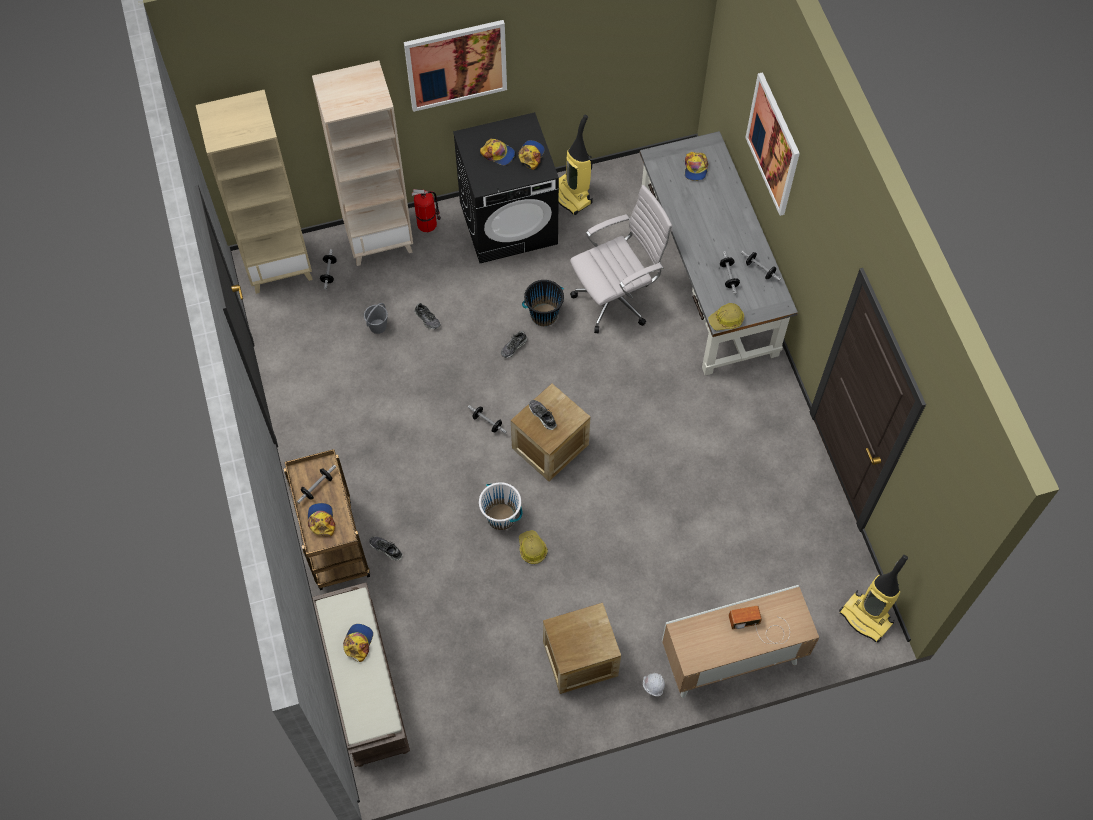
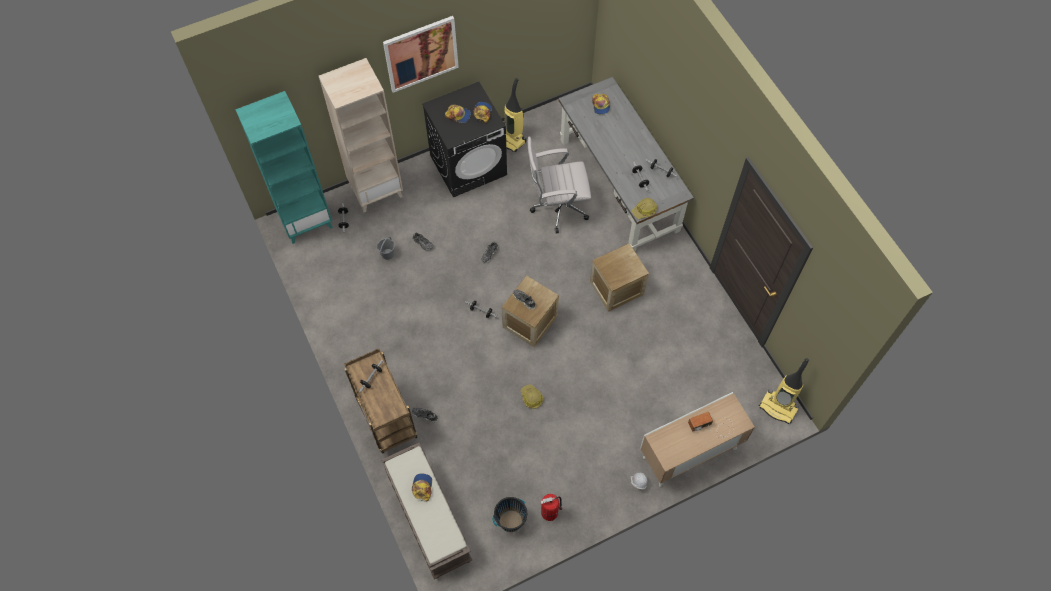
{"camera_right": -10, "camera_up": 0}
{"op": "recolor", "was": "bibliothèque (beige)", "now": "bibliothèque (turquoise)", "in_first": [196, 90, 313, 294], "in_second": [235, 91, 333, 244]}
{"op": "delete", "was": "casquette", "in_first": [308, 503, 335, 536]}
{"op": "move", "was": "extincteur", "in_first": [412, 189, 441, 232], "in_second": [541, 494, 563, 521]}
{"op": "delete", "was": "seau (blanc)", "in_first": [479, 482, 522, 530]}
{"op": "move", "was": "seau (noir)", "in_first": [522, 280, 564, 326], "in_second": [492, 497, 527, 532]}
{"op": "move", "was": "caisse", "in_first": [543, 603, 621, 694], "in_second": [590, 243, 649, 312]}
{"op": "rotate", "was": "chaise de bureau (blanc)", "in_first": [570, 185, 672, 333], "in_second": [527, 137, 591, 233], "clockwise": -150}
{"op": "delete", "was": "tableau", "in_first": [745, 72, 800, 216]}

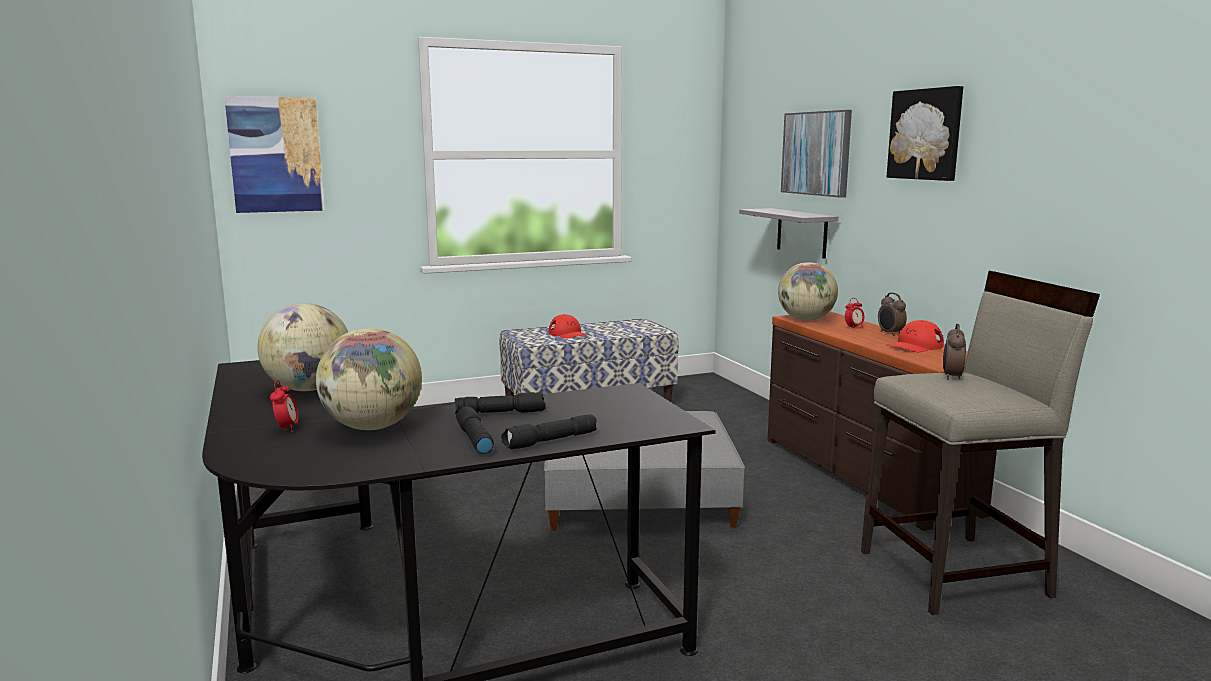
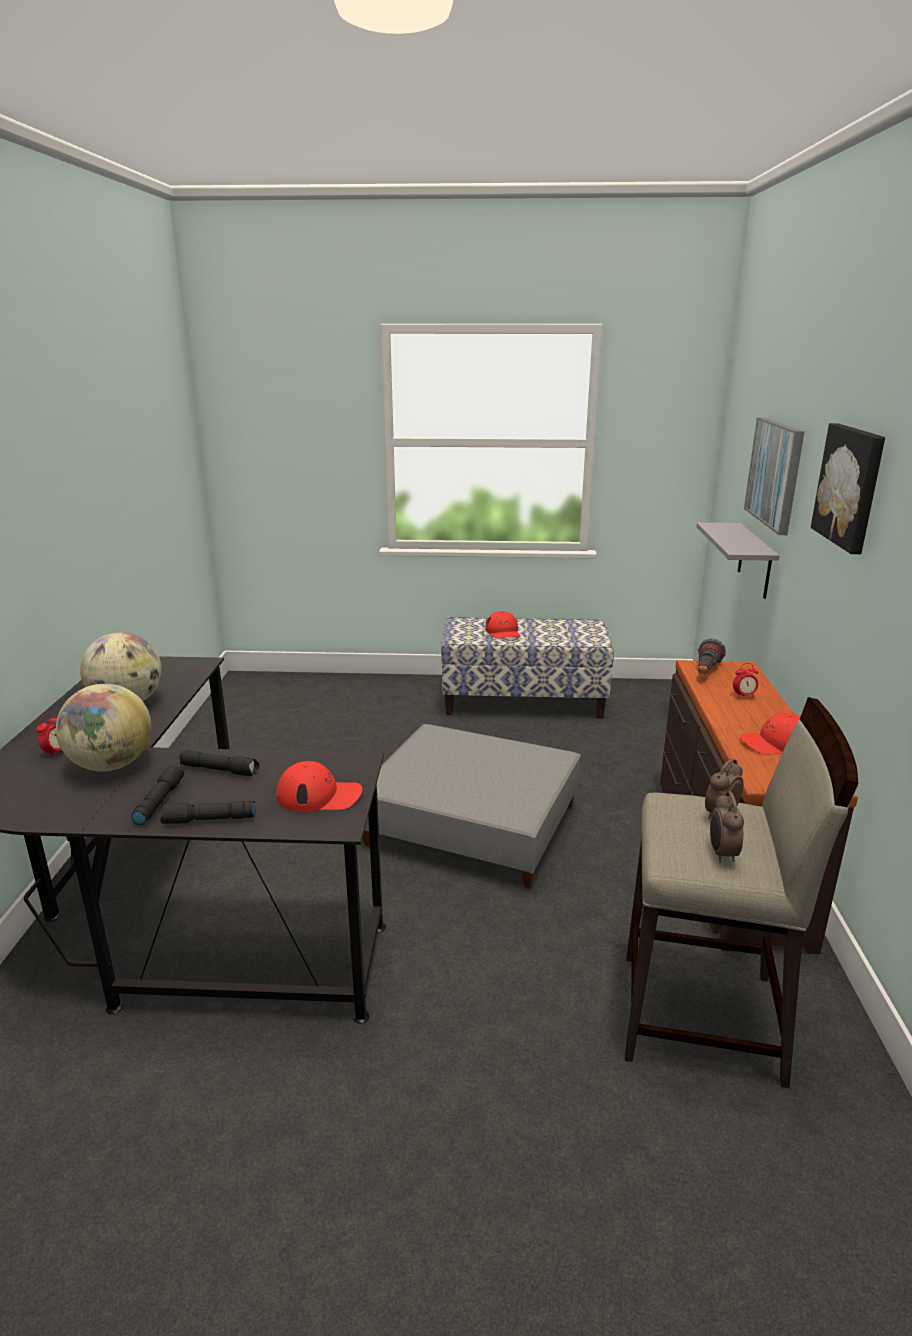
{"camera_right": 25, "camera_up": 10}
{"op": "delete", "was": "tableau", "in_first": [224, 96, 324, 213]}
{"op": "replace", "was": "globe", "now": "lampe de poche", "in_first": [778, 262, 838, 321], "in_second": [698, 639, 726, 674]}
{"op": "move", "was": "réveil", "in_first": [878, 292, 907, 336], "in_second": [710, 792, 744, 863]}
{"op": "insert", "now": "casquette (rouge)", "in_second": [276, 761, 362, 812]}

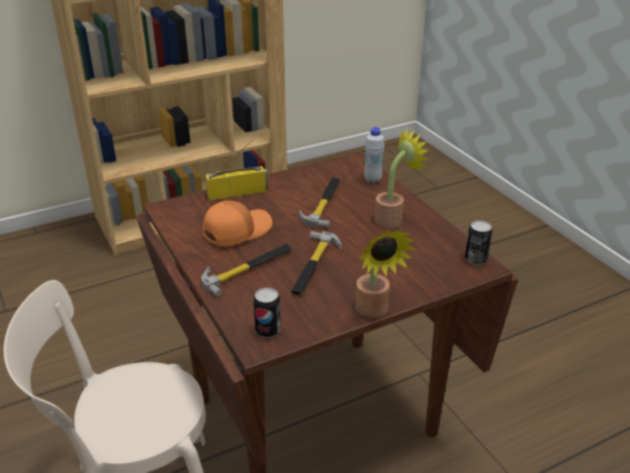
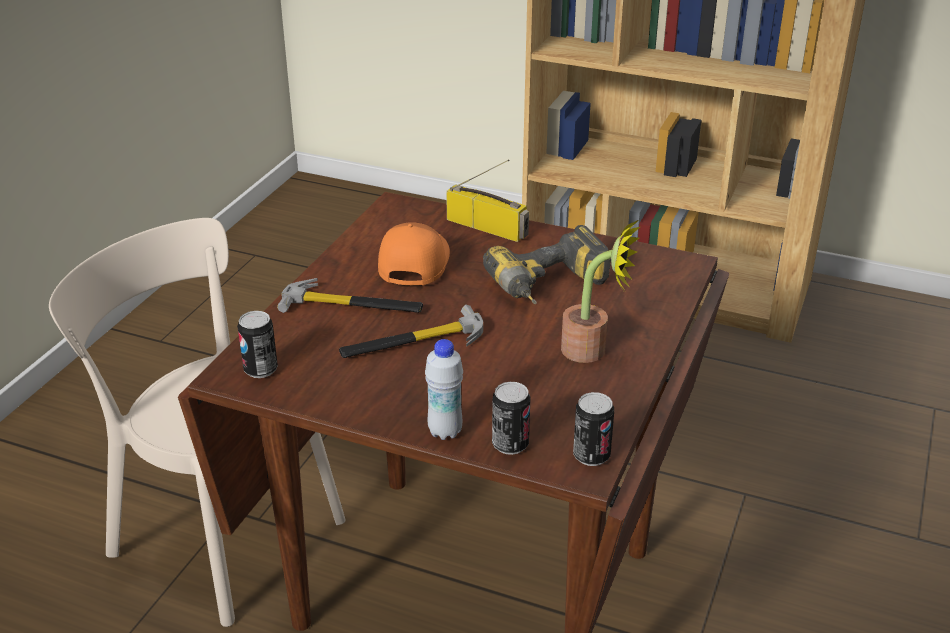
{"camera_right": 50, "camera_up": 0}
{"op": "rotate", "was": "casquette (orange)", "in_first": [202, 201, 272, 247], "in_second": [378, 222, 450, 286], "clockwise": -90}
{"op": "replace", "was": "marteau", "now": "perceuse", "in_first": [299, 177, 340, 228], "in_second": [483, 225, 611, 304]}
{"op": "delete", "was": "plante en pot", "in_first": [355, 230, 417, 318]}
{"op": "move", "was": "bouteille (blanc)", "in_first": [364, 127, 385, 183], "in_second": [425, 339, 463, 440]}
{"op": "insert", "now": "boîte métallique", "in_second": [492, 382, 531, 455]}

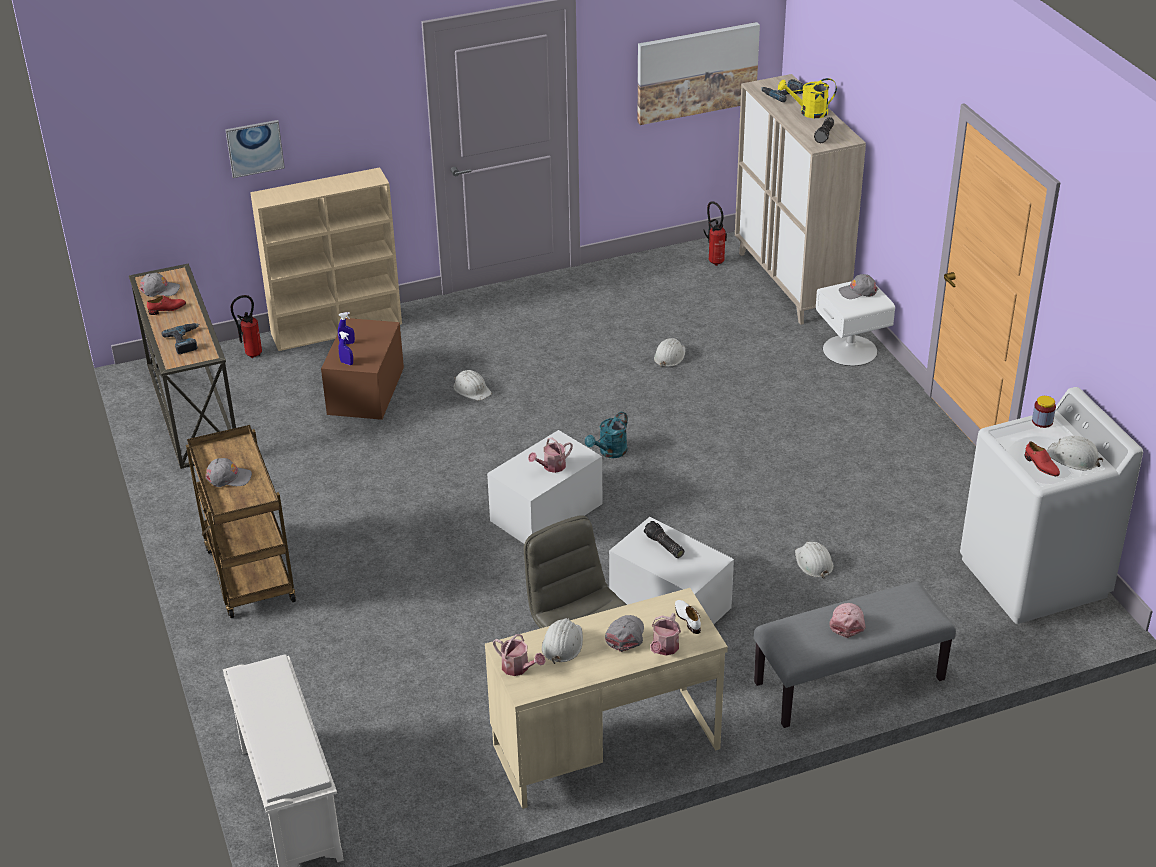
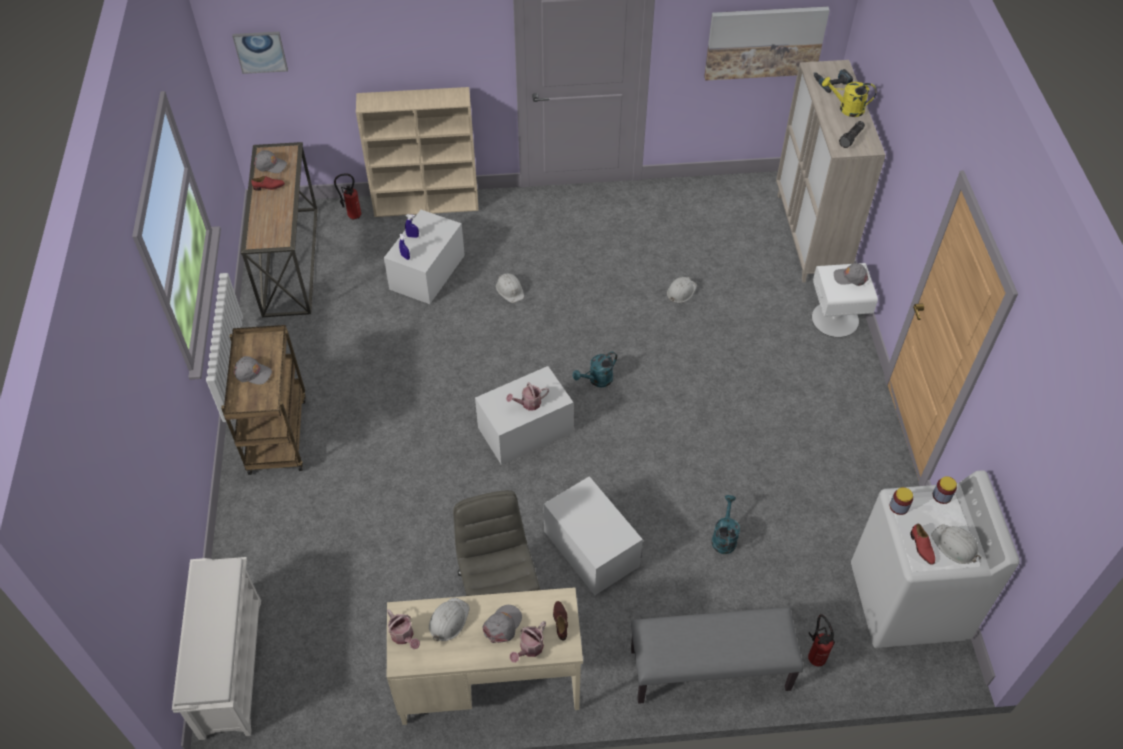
{"camera_right": 15, "camera_up": 15}
{"op": "delete", "was": "perceuse", "in_first": [162, 323, 200, 354]}
{"op": "move", "was": "tableau", "in_first": [225, 120, 285, 178], "in_second": [232, 32, 288, 74]}
{"op": "recolor", "was": "boîte de rangement (marron)", "now": "boîte de rangement (blanc)", "in_first": [321, 318, 404, 420], "in_second": [384, 210, 465, 304]}
{"op": "delete", "was": "lampe de poche", "in_first": [644, 521, 684, 558]}
{"op": "recolor", "was": "chaussure (blanc)", "now": "chaussure (marron)", "in_first": [675, 600, 701, 634], "in_second": [553, 601, 568, 641]}
{"op": "move", "was": "extincteur", "in_first": [704, 201, 727, 266], "in_second": [808, 614, 835, 666]}
{"op": "replace", "was": "casque de chantier (blanc)", "now": "arrosoir (turquoise)", "in_first": [795, 541, 834, 578], "in_second": [712, 495, 740, 554]}
{"op": "delete", "was": "casquette (rose)", "in_first": [829, 603, 866, 638]}
{"op": "insert", "now": "bocal", "in_second": [890, 487, 913, 515]}

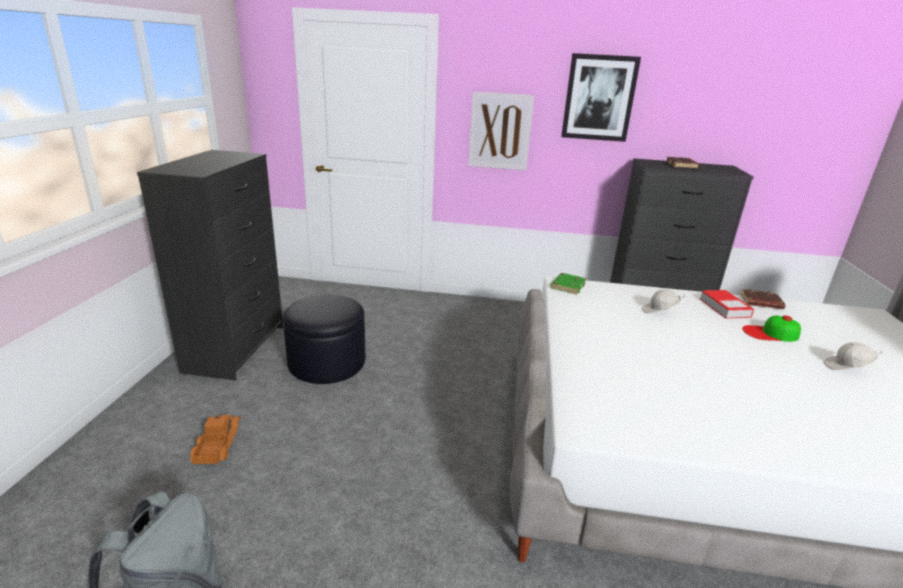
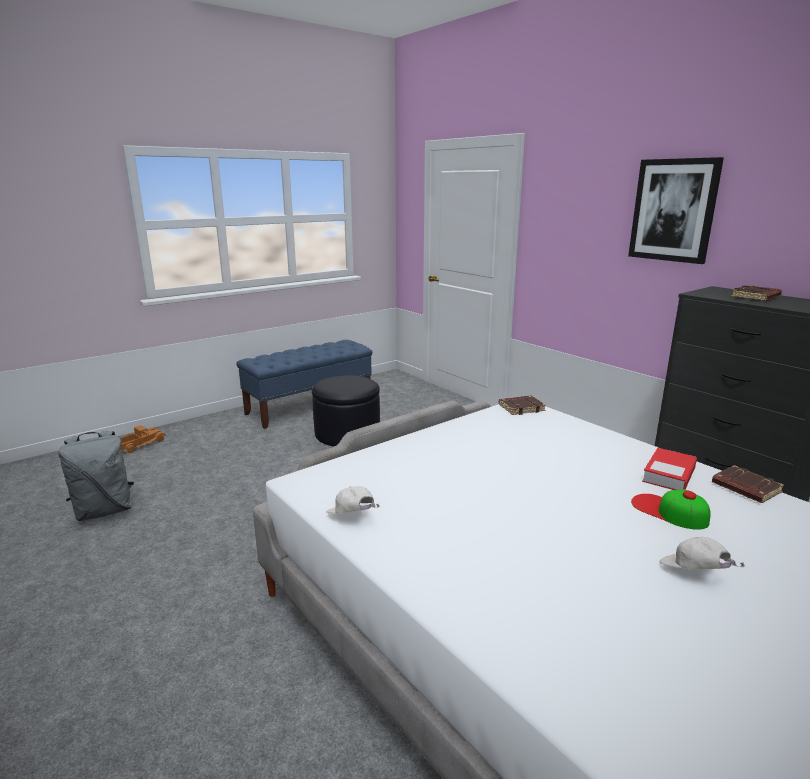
{"camera_right": 45, "camera_up": -5}
{"op": "replace", "was": "commode (noir)", "now": "banc (bleu)", "in_first": [137, 150, 283, 380], "in_second": [236, 340, 372, 429]}
{"op": "move", "was": "camion jouet", "in_first": [190, 415, 241, 464], "in_second": [120, 425, 165, 453]}
{"op": "delete", "was": "tableau", "in_first": [468, 91, 534, 171]}
{"op": "recolor", "was": "livre (vert)", "now": "livre (marron)", "in_first": [550, 273, 586, 295], "in_second": [499, 395, 546, 415]}
{"op": "move", "was": "casquette (blanc)", "in_first": [642, 289, 685, 313], "in_second": [326, 486, 380, 514]}

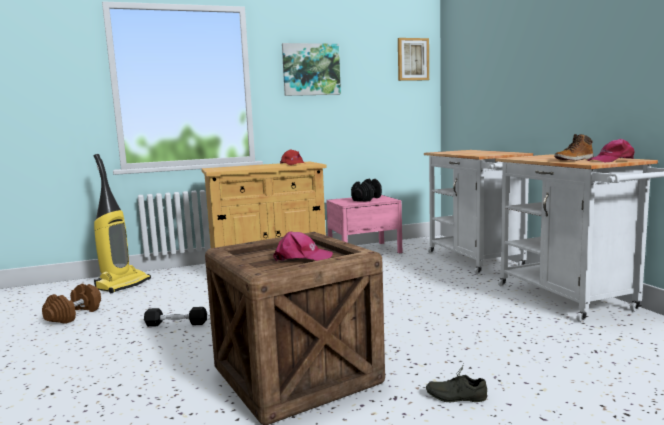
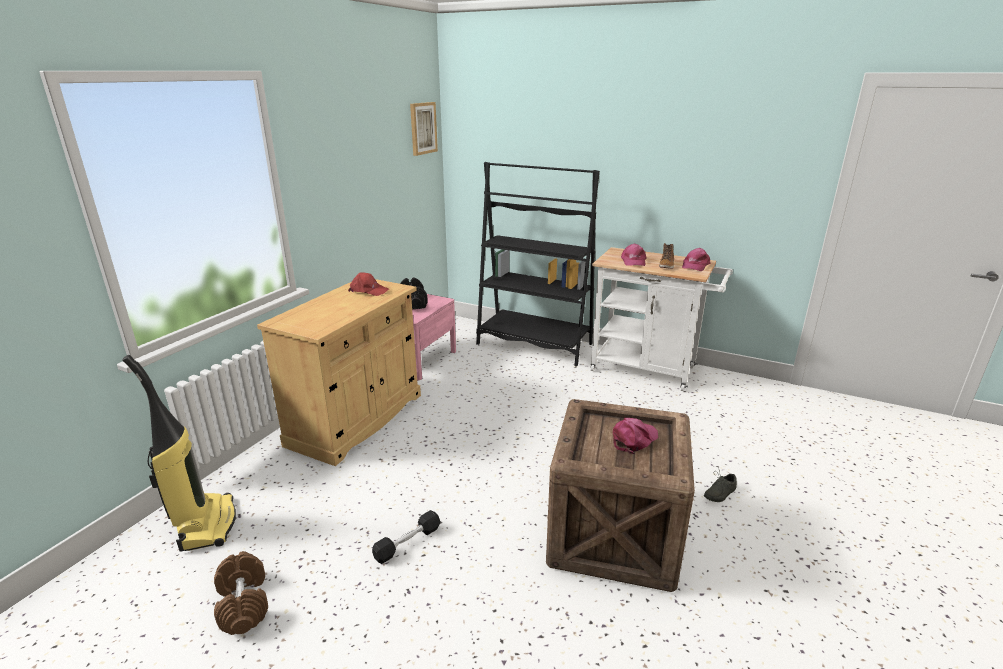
{"camera_right": -45, "camera_up": 15}
{"op": "delete", "was": "tableau", "in_first": [282, 43, 341, 96]}
{"op": "replace", "was": "chariot (blanc)", "now": "bibliothèque (noir)", "in_first": [424, 150, 533, 274], "in_second": [476, 162, 600, 367]}
{"op": "insert", "now": "casquette (rose)", "in_second": [621, 244, 647, 266]}

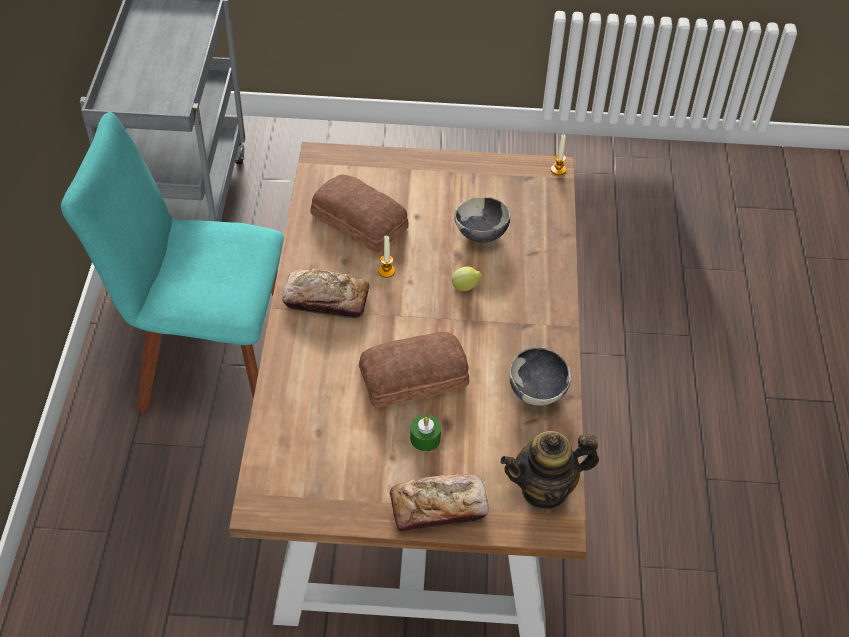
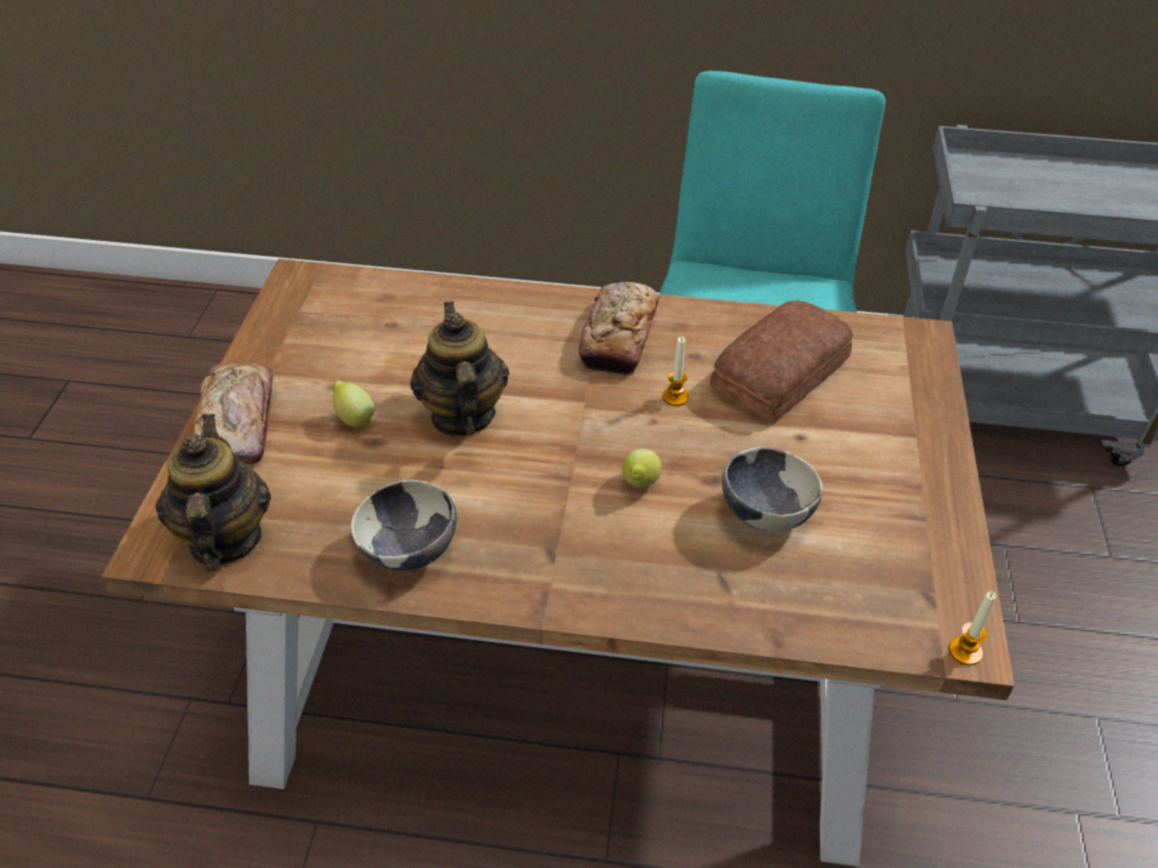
{"camera_right": 95, "camera_up": -5}
{"op": "replace", "was": "pain", "now": "théière", "in_first": [359, 332, 470, 408], "in_second": [410, 301, 509, 436]}
{"op": "replace", "was": "bougie (vert)", "now": "citron", "in_first": [410, 415, 441, 451], "in_second": [332, 380, 374, 427]}

